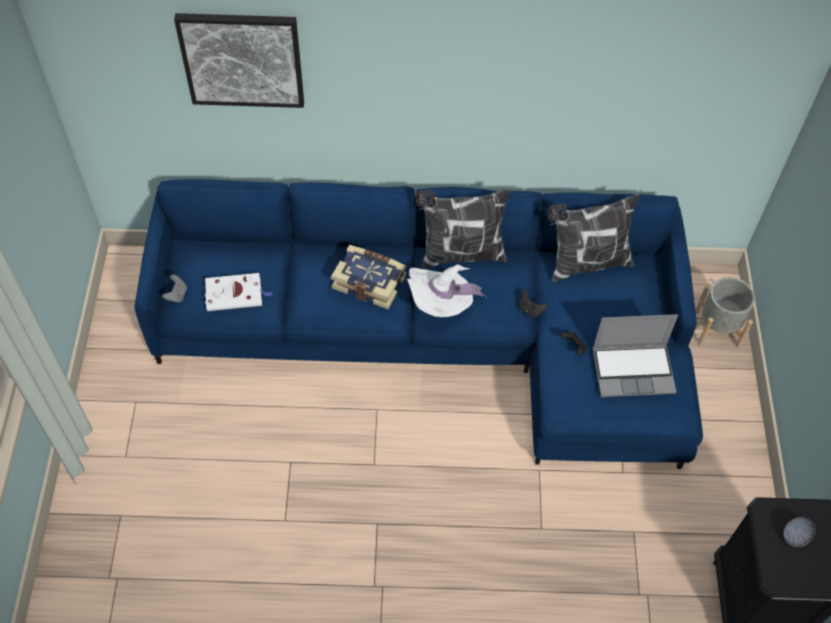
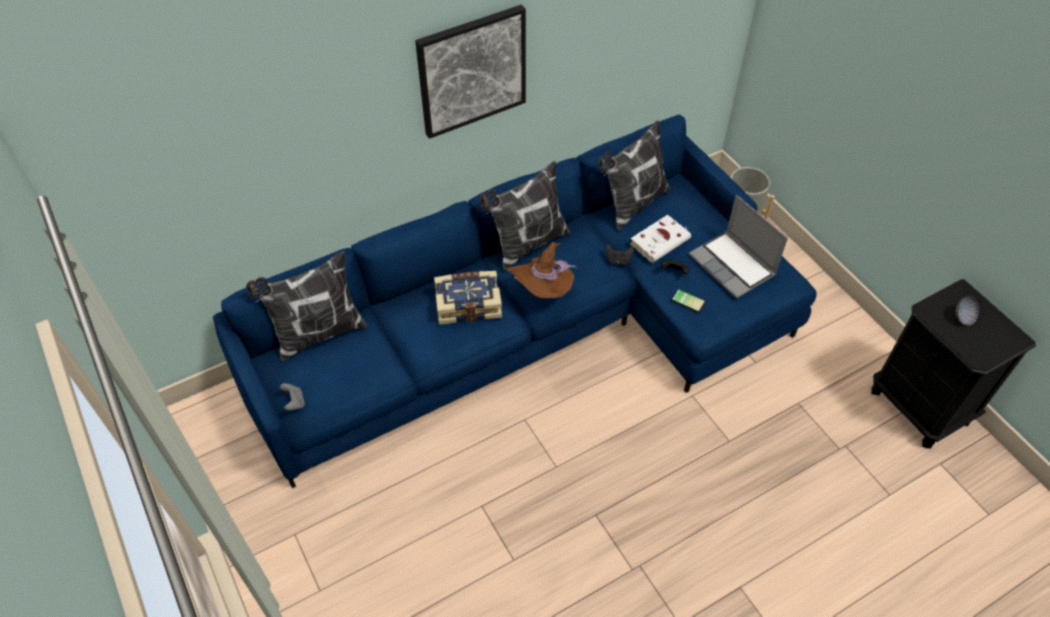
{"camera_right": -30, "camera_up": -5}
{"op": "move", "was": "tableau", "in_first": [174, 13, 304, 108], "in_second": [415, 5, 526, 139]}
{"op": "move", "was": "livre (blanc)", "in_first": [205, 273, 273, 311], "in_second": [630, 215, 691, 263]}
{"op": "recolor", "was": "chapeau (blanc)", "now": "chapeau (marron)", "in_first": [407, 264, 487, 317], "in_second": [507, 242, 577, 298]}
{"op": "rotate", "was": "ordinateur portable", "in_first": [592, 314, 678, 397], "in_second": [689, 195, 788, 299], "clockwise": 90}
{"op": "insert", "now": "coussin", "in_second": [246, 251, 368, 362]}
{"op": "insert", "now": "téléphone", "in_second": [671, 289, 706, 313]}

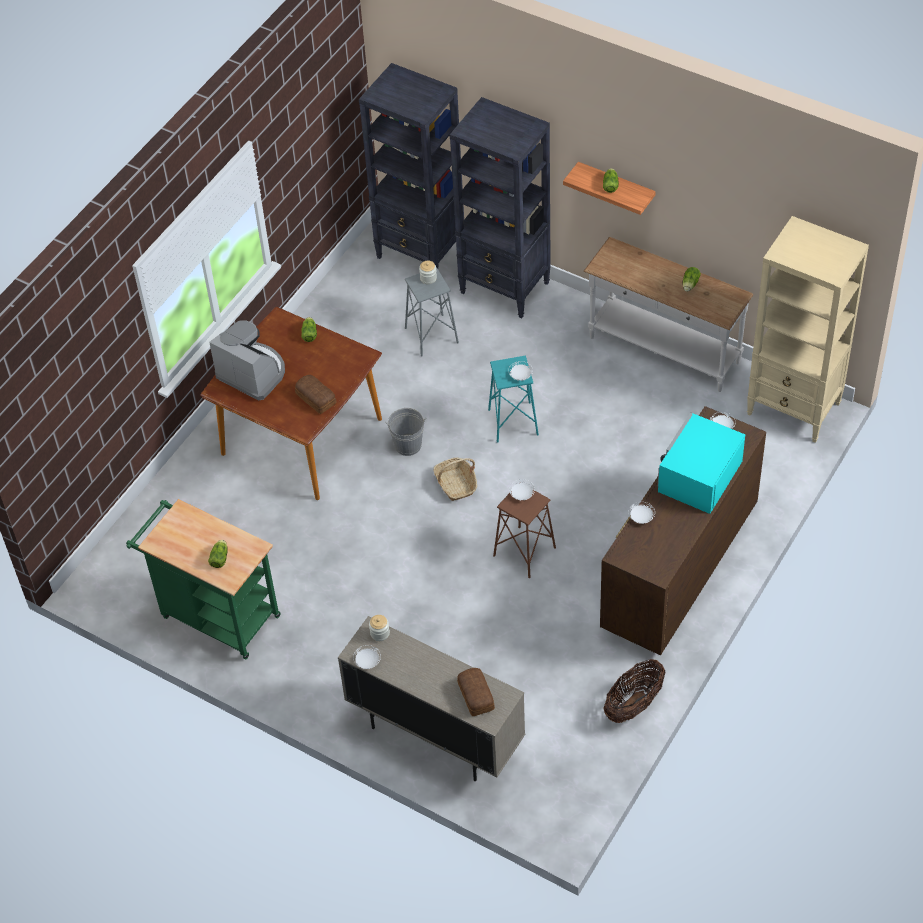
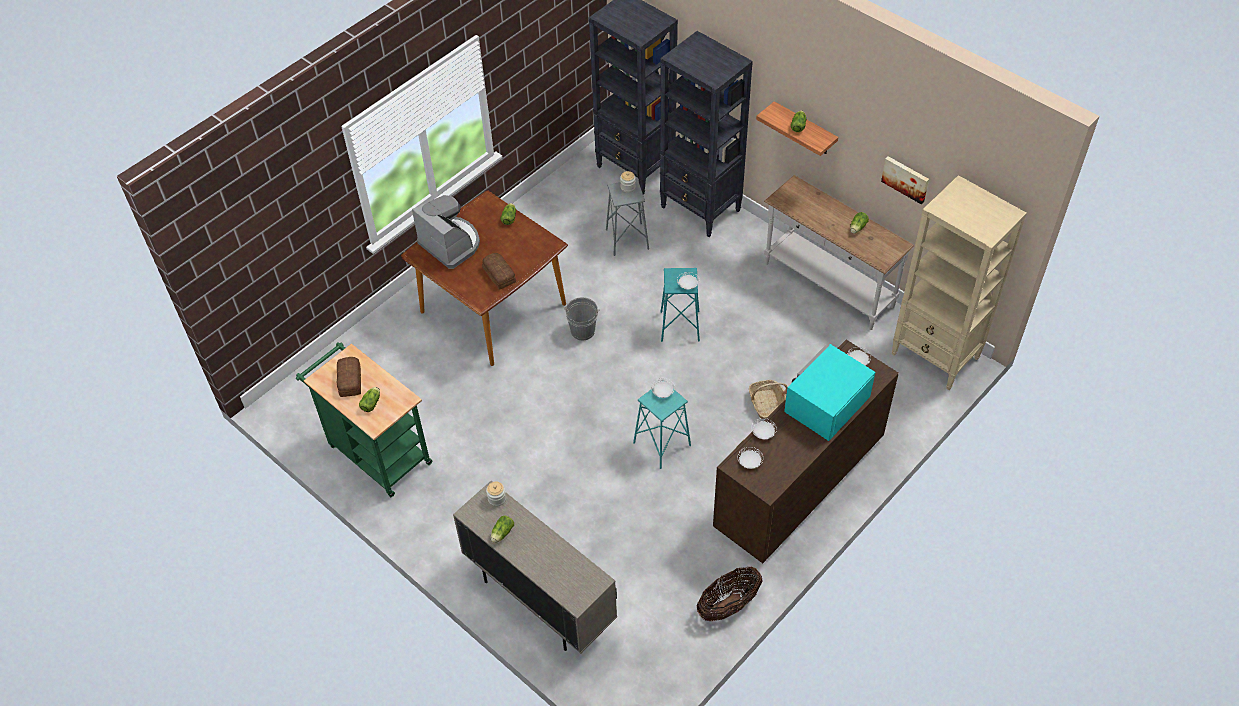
{"camera_right": 10, "camera_up": 0}
{"op": "move", "was": "assiette (blanc)", "in_first": [353, 645, 381, 669], "in_second": [738, 447, 763, 469]}
{"op": "move", "was": "panier", "in_first": [434, 457, 477, 501], "in_second": [749, 380, 788, 419]}
{"op": "move", "was": "pain", "in_first": [457, 668, 495, 716], "in_second": [337, 357, 361, 397]}
{"op": "recolor", "was": "tabouret (marron)", "now": "tabouret (turquoise)", "in_first": [493, 490, 556, 578], "in_second": [633, 381, 691, 469]}
{"op": "insert", "now": "laitue", "in_second": [491, 515, 514, 543]}
{"op": "insert", "now": "tableau", "in_second": [881, 156, 929, 205]}

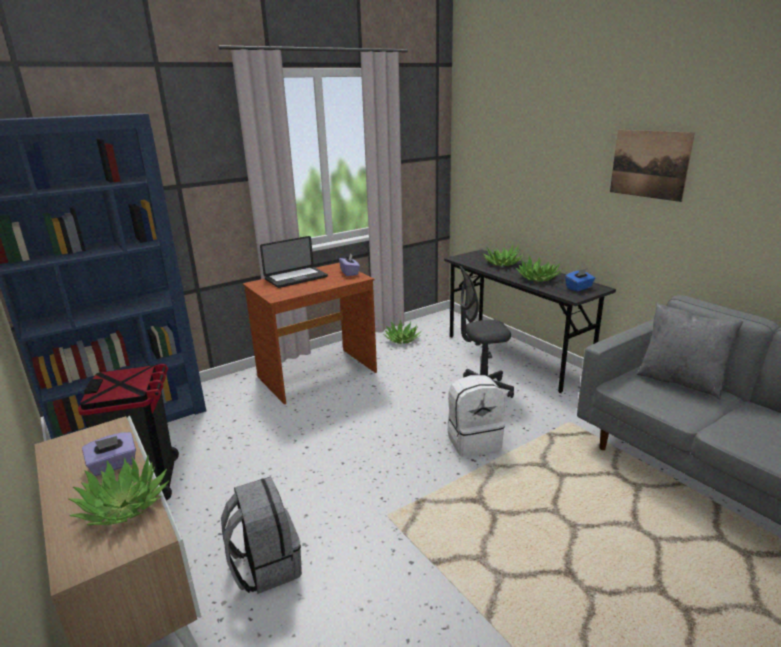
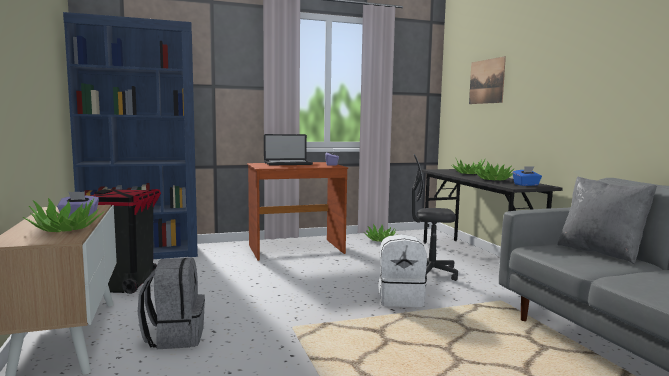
{"camera_right": 15, "camera_up": -15}
{"op": "move", "was": "tableau", "in_first": [610, 130, 695, 202], "in_second": [469, 56, 506, 104]}

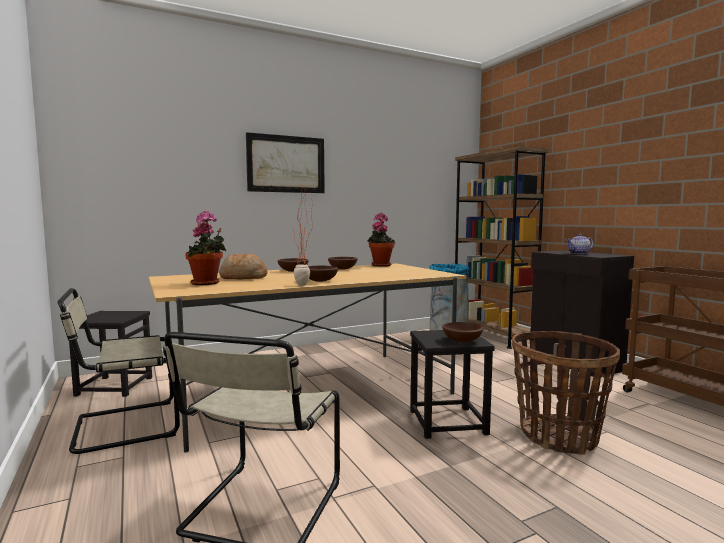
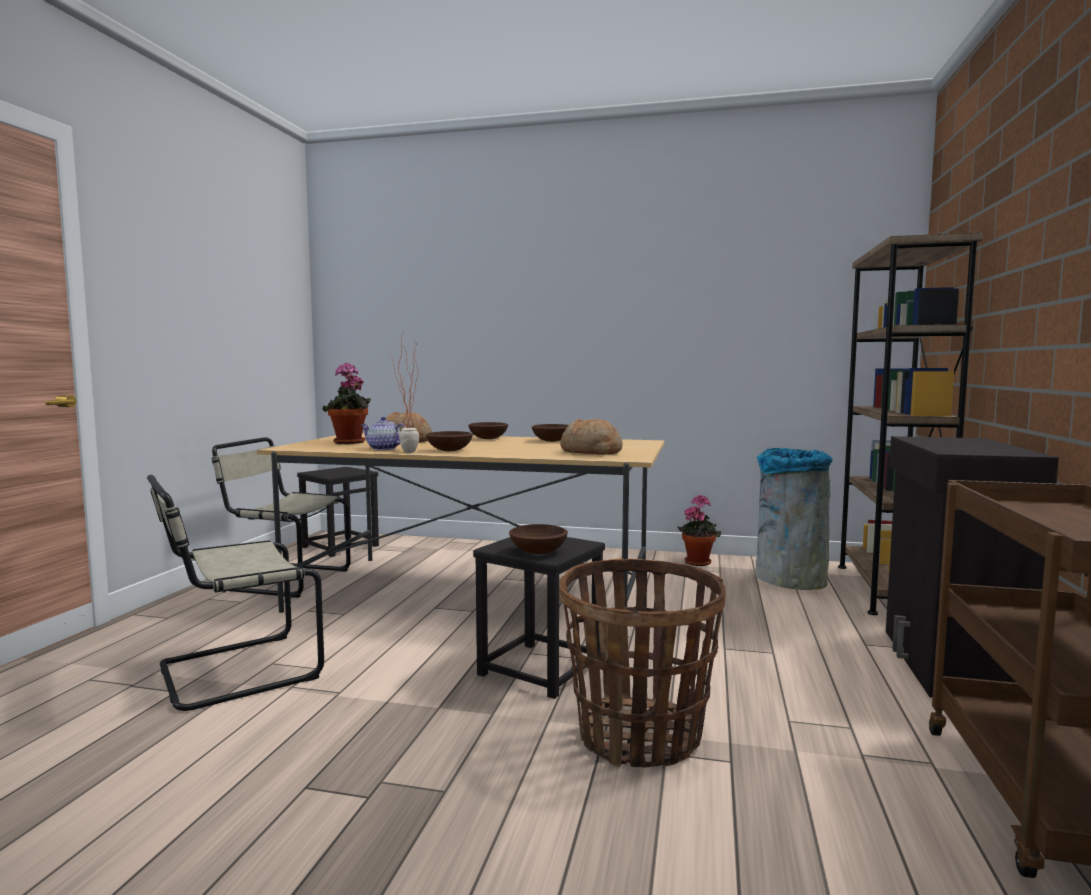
{"camera_right": 40, "camera_up": 0}
{"op": "delete", "was": "tableau", "in_first": [246, 132, 325, 193]}
{"op": "move", "was": "plante en pot", "in_first": [367, 213, 396, 267], "in_second": [678, 494, 721, 566]}
{"op": "move", "was": "théière", "in_first": [566, 234, 594, 254], "in_second": [361, 417, 406, 450]}
{"op": "insert", "now": "pain", "in_second": [560, 419, 623, 455]}

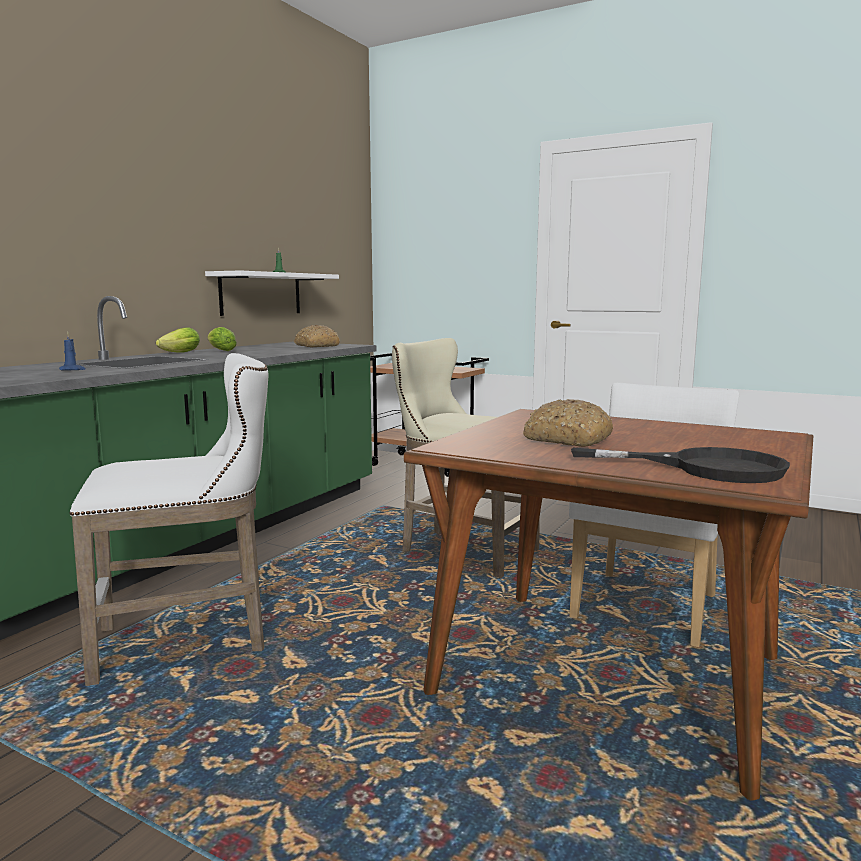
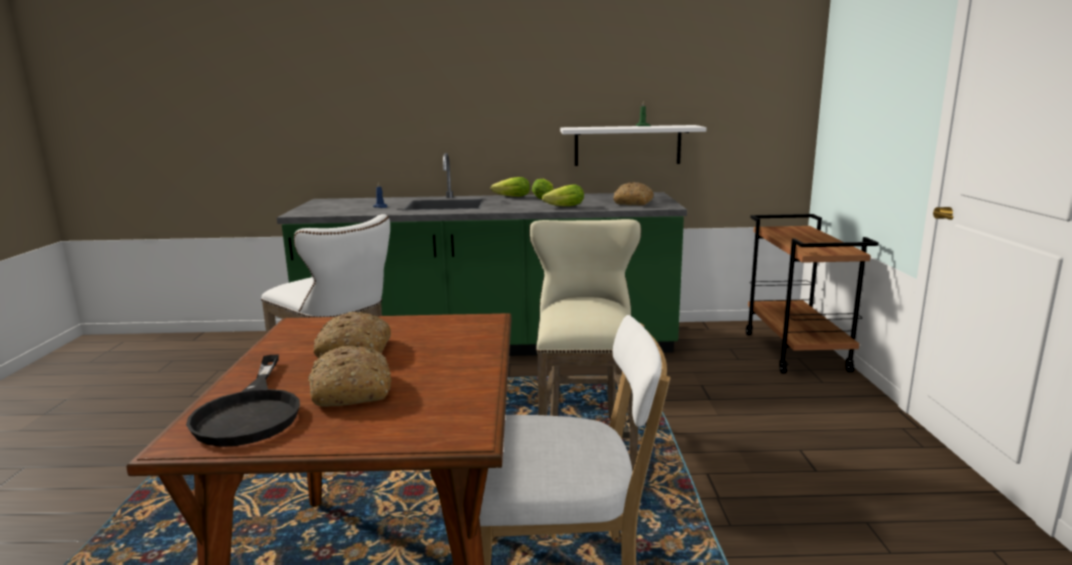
{"camera_right": 60, "camera_up": 5}
{"op": "insert", "now": "pain", "in_second": [308, 345, 392, 407]}
{"op": "insert", "now": "laitue", "in_second": [542, 184, 584, 206]}

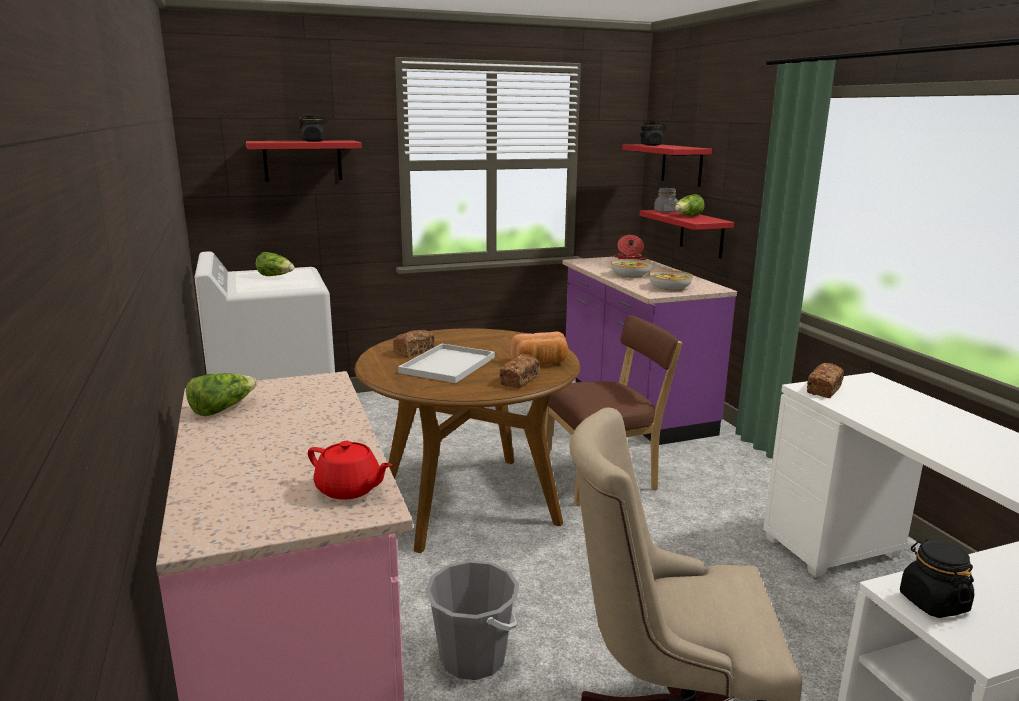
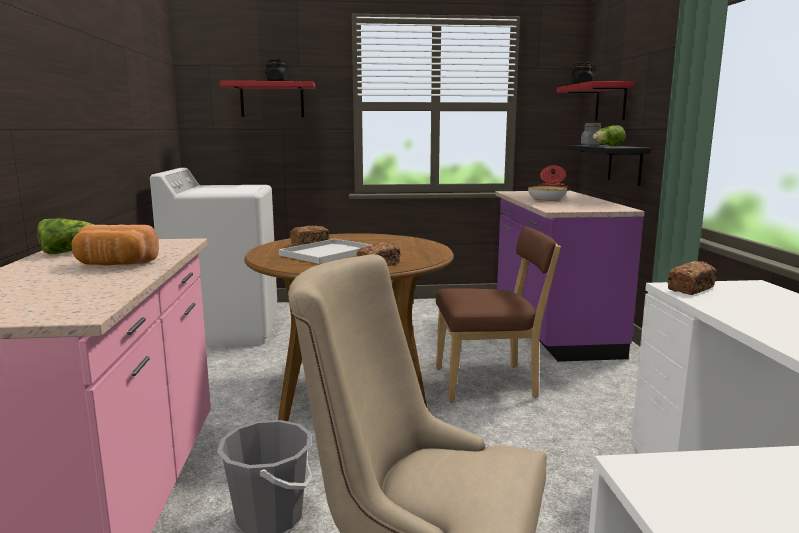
{"camera_right": 15, "camera_up": -5}
{"op": "delete", "was": "laitue", "in_first": [256, 252, 295, 276]}
{"op": "delete", "was": "théière (rouge)", "in_first": [308, 441, 392, 500]}
{"op": "move", "was": "pain", "in_first": [511, 332, 568, 365], "in_second": [72, 225, 159, 265]}
{"op": "recolor", "was": "étagère (rouge)", "now": "étagère (noir)", "in_first": [640, 210, 734, 259], "in_second": [567, 145, 651, 186]}
{"op": "delete", "was": "bol", "in_first": [649, 270, 693, 291]}
{"op": "delete", "was": "bocal (noir)", "in_first": [900, 540, 974, 618]}

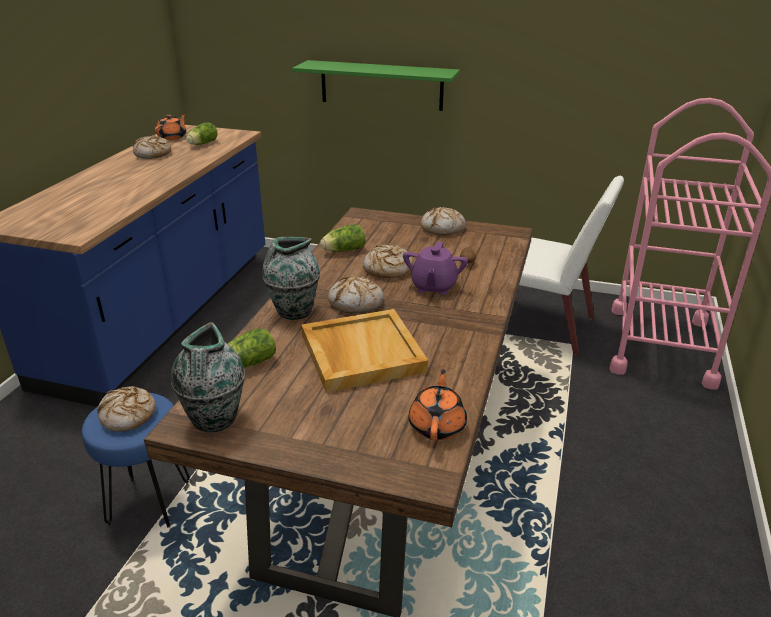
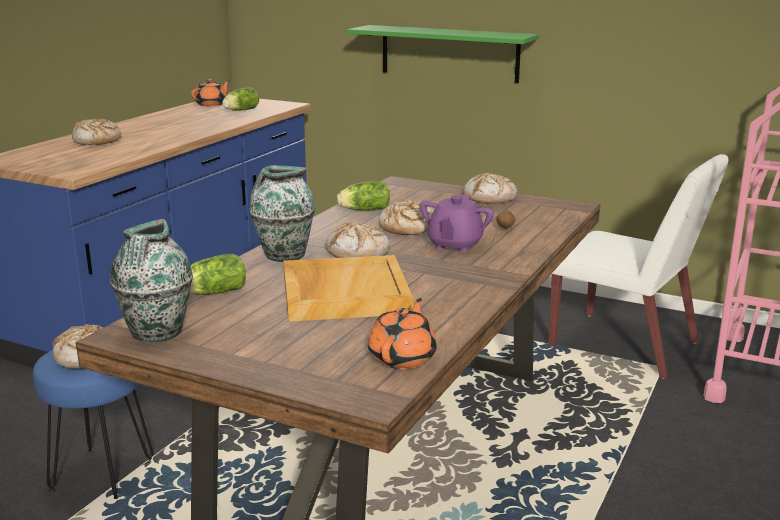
{"camera_right": 10, "camera_up": -10}
{"op": "move", "was": "pain", "in_first": [133, 135, 171, 159], "in_second": [72, 118, 121, 145]}

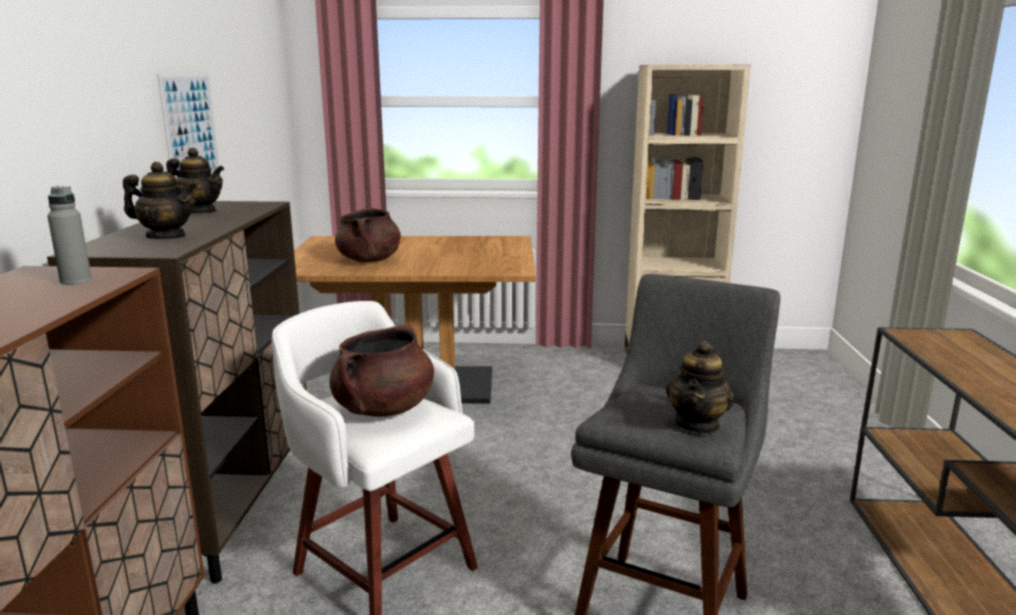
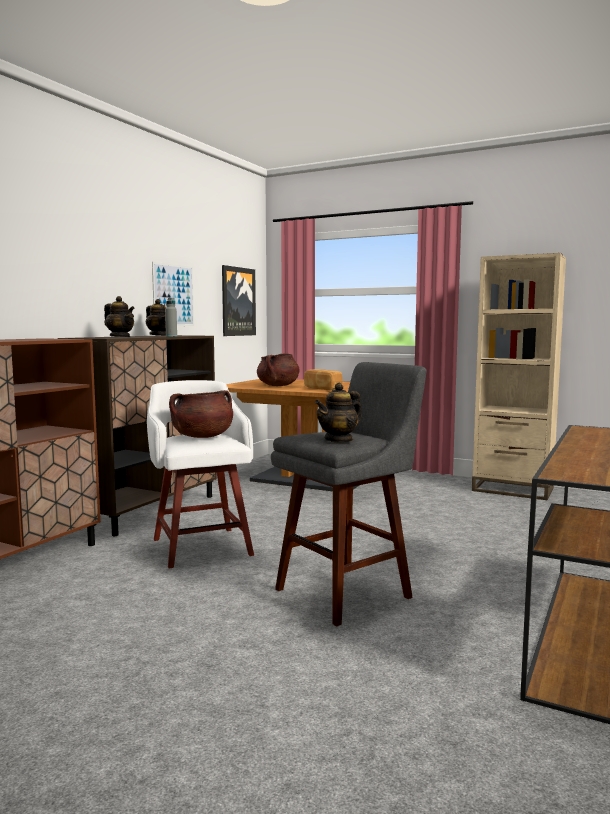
{"camera_right": 25, "camera_up": -10}
{"op": "move", "was": "bouteille (gris)", "in_first": [47, 186, 92, 284], "in_second": [165, 298, 177, 336]}
{"op": "insert", "now": "tableau", "in_second": [222, 265, 256, 336]}
{"op": "insert", "now": "pain", "in_second": [304, 369, 343, 390]}

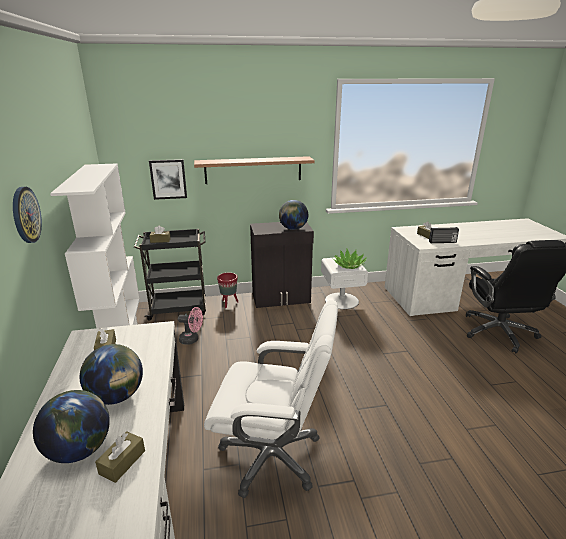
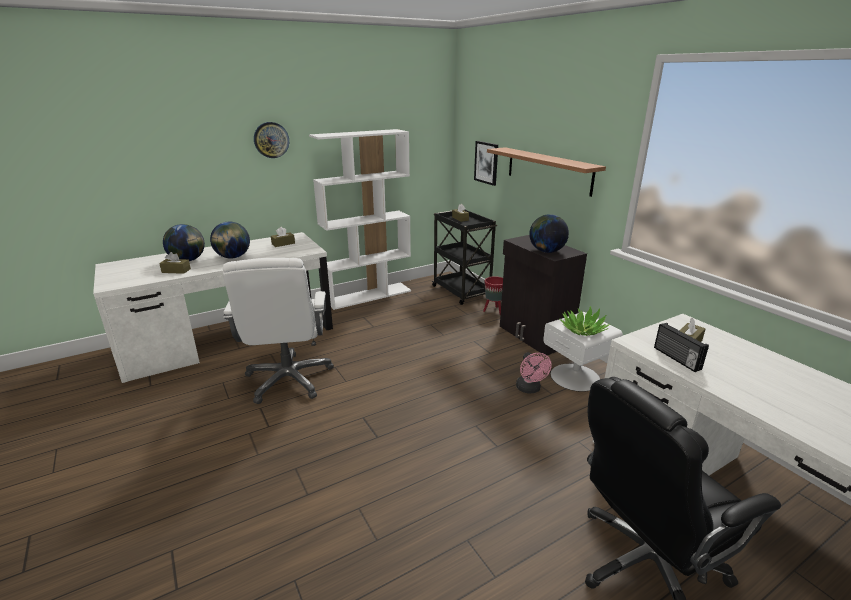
{"camera_right": 70, "camera_up": 0}
{"op": "move", "was": "ventilateur (rose)", "in_first": [178, 307, 203, 345], "in_second": [516, 352, 552, 394]}

